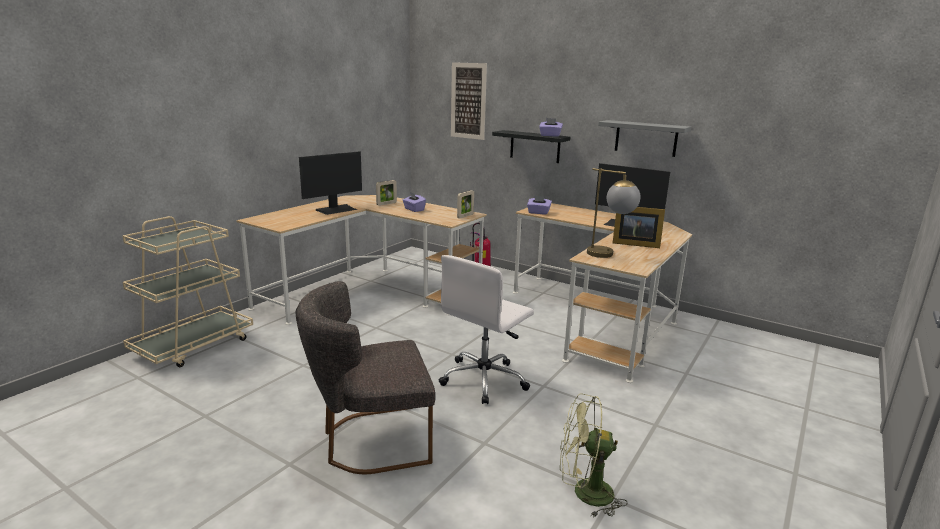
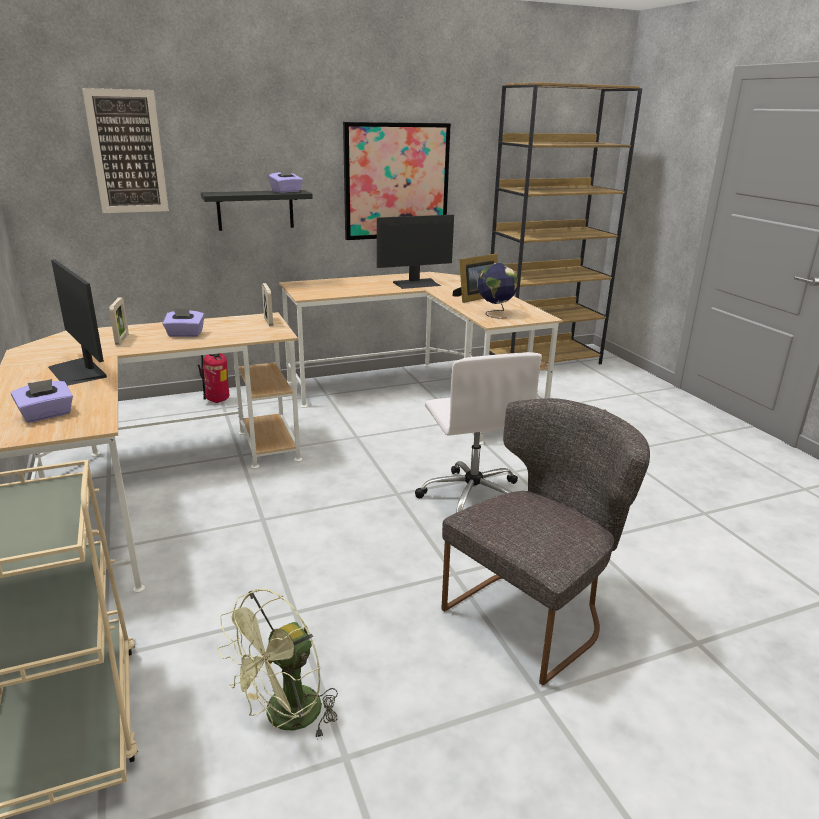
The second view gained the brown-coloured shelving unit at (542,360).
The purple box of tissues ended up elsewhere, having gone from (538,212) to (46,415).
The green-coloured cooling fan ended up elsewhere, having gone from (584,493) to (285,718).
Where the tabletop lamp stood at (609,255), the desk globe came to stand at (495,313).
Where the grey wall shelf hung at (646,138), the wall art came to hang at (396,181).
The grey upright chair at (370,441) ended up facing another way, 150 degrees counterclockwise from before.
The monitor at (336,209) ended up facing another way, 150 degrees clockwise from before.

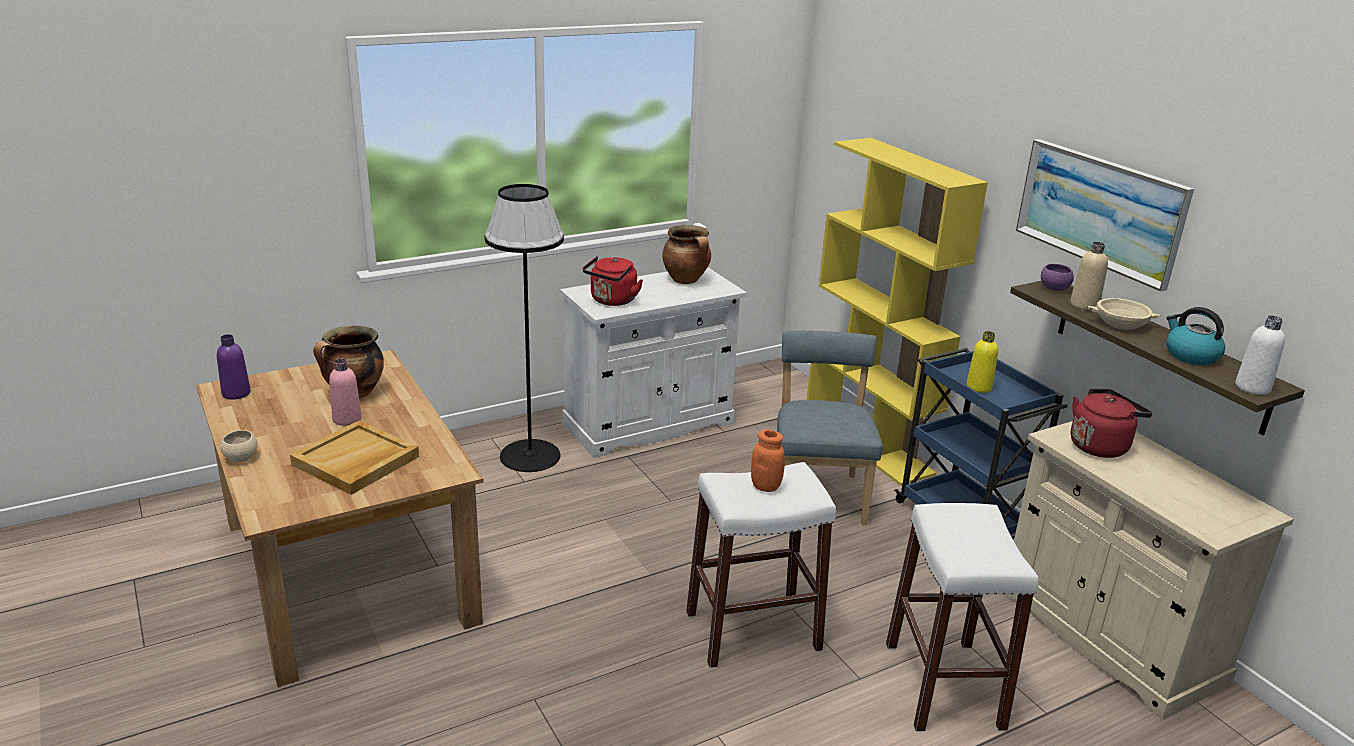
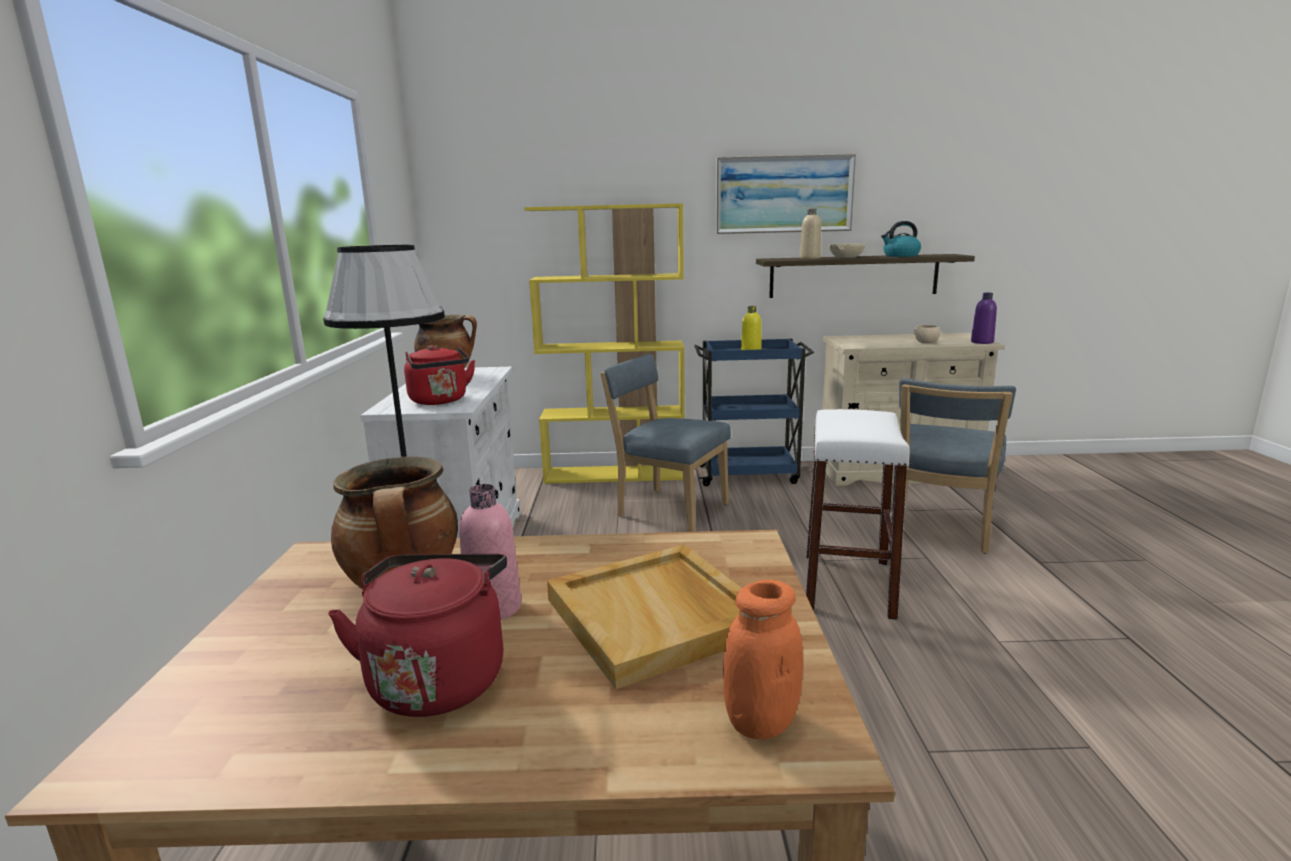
The second view lost the purple bowl at (1054,288).
The second view lost the whitish bottle at (1252,388).
The purple bottle ended up elsewhere, having gone from (236,393) to (982,342).
The beige-coloured bowl ended up elsewhere, having gone from (241,458) to (926,343).
The orangey preserve jar ended up elsewhere, having gone from (765,486) to (760,722).
The reddish tea kettle ended up elsewhere, having gone from (1100,446) to (439,677).
Where the whitish sitting stool stood at (943,684), the bluish upright chair came to stand at (940,530).

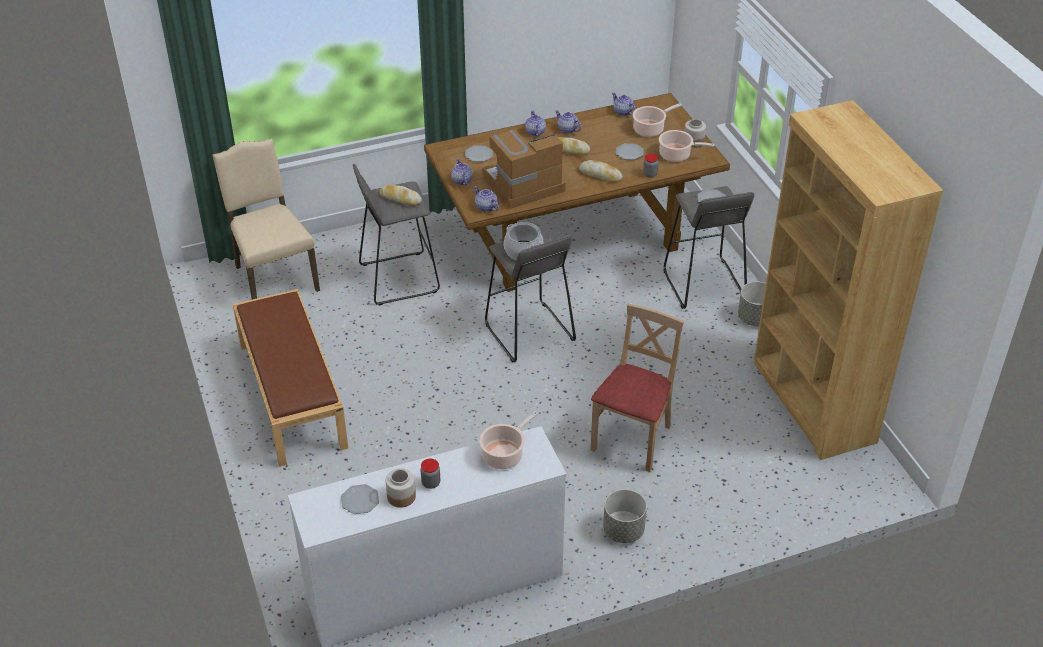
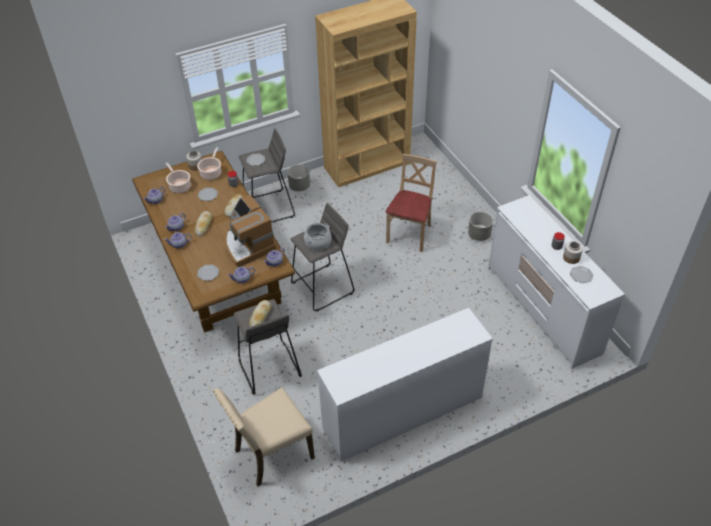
The second view lost the saucepot at (504,454).
Where the brown-coloured bench stood at (291,394), the whitish dresser came to stand at (402,413).
The beige-coloured upright chair at (633,439) ended up facing another way, 90 degrees clockwise from before.

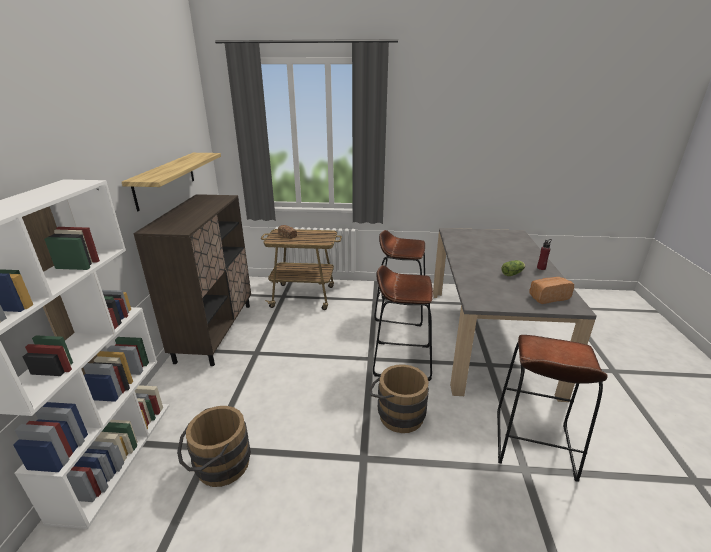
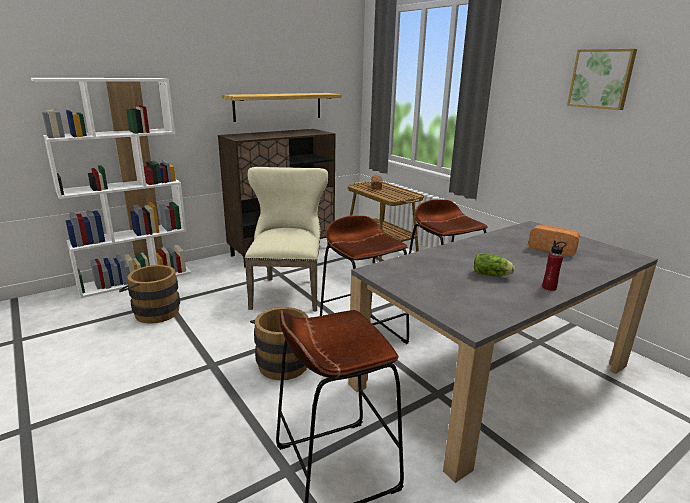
The second view gained the beige-coloured upright chair at (288,291).
The second view gained the wall art at (601,79).
The bakery bread ended up elsewhere, having gone from (547,297) to (552,249).

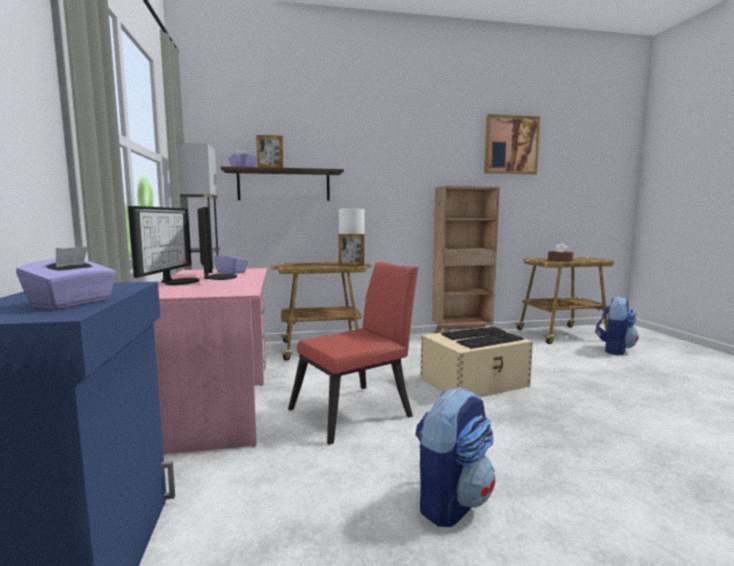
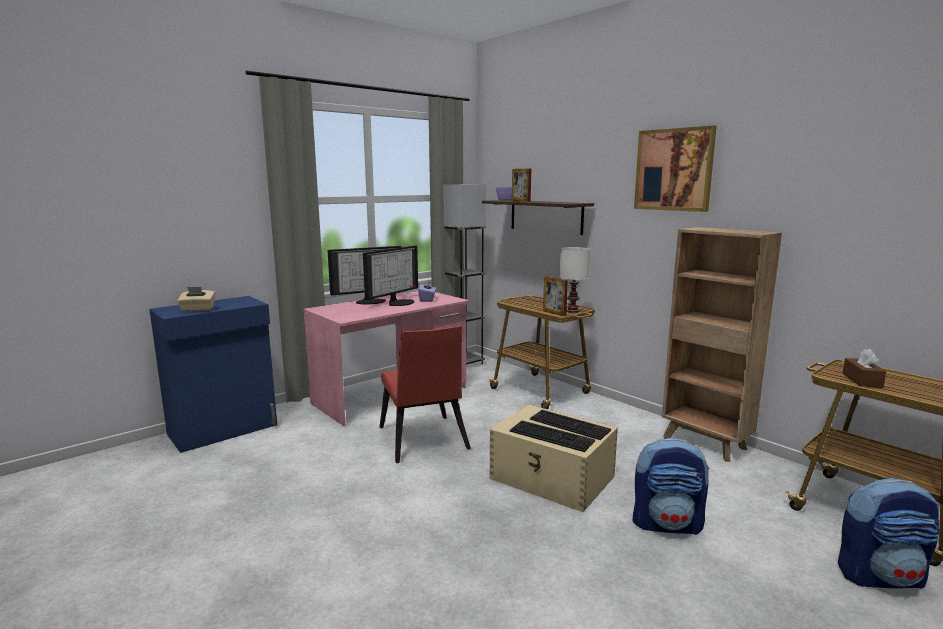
The knapsack ended up elsewhere, having gone from (452,501) to (667,524).
The wall art ended up elsewhere, having gone from (511,145) to (674,170).
What was the purple box of tissues at (73,303) turned into the beige-coloured box of tissues at (198,310).
The reddish upright chair at (357,411) ended up facing another way, 45 degrees clockwise from before.

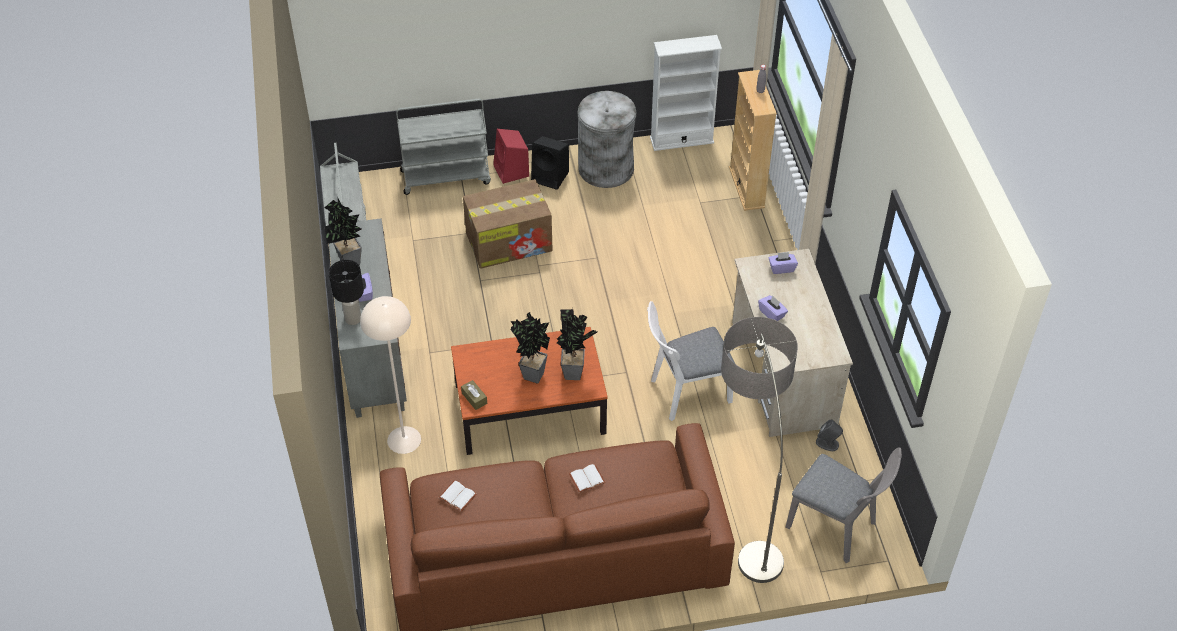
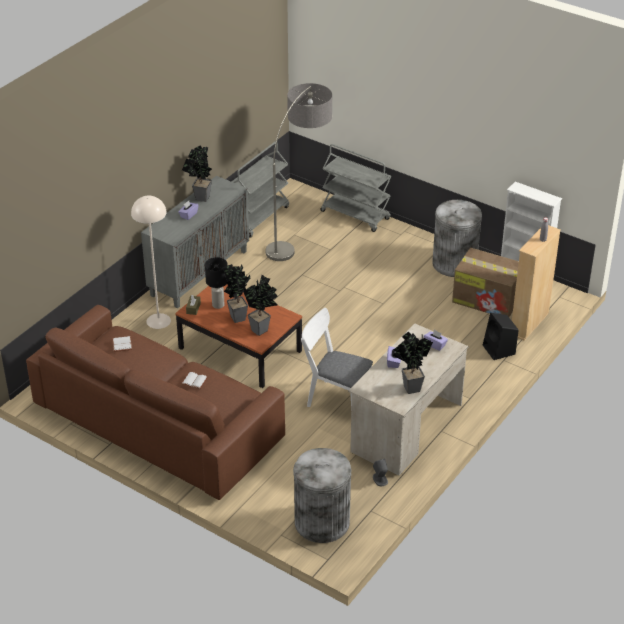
The second view lost the reddish loudspeaker at (512,171).
The second view gained the houseplant at (408,388).
The black tabletop lamp ended up elsewhere, having gone from (353,318) to (218,305).
The packing box ended up elsewhere, having gone from (510,241) to (488,299).
The black loudspeaker ended up elsewhere, having gone from (551,176) to (499,350).
The floor lamp ended up elsewhere, having gone from (746,517) to (300,235).
Where the grey upright chair stood at (836,528), the grey rubbish bin came to stand at (321,522).

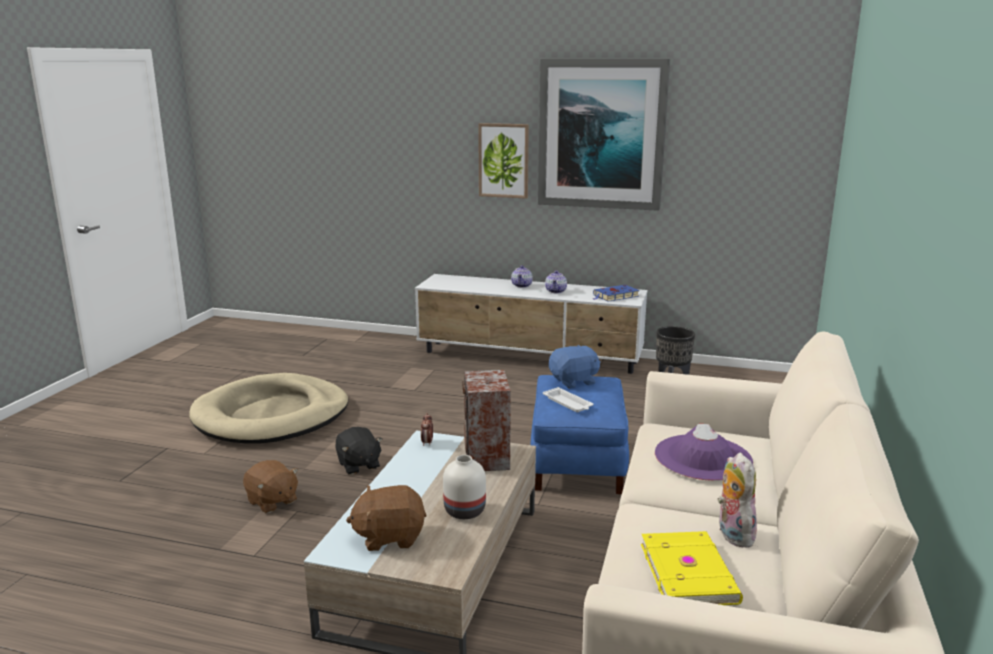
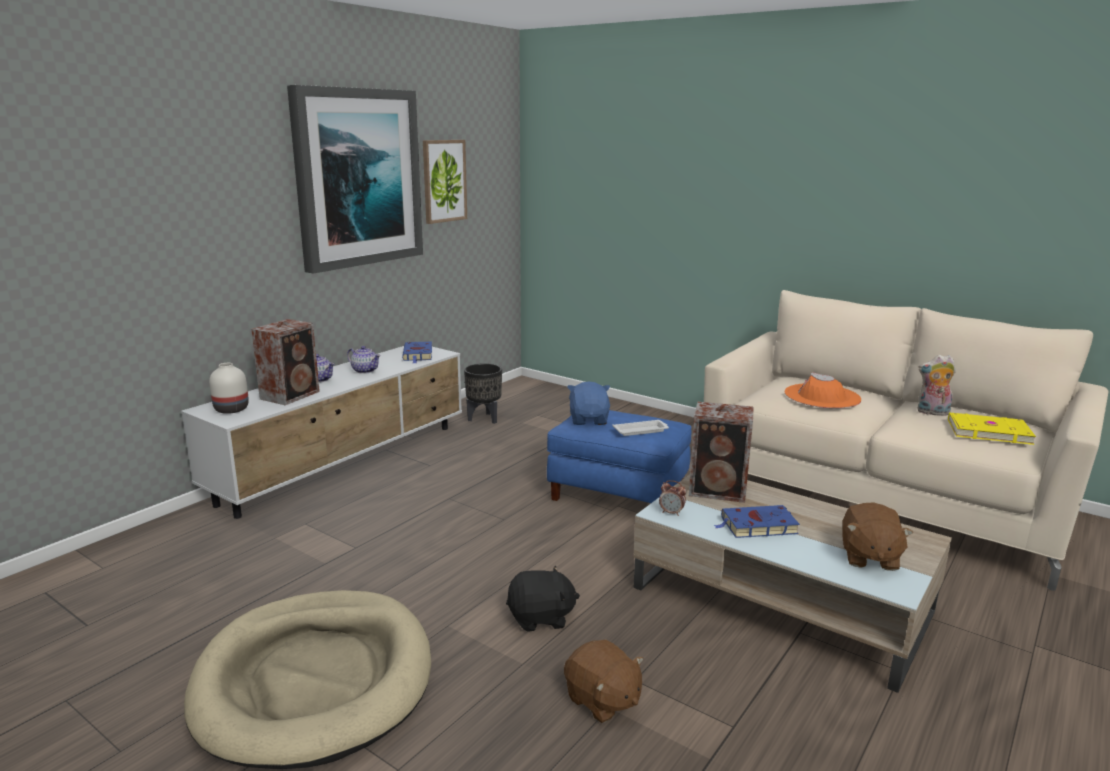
The second view gained the loudspeaker at (292,395).
The second view gained the bluish bound book at (756,526).
The whitish vase ended up elsewhere, having gone from (463,511) to (231,410).
The wall art ended up elsewhere, having gone from (503,160) to (444,181).
What was the purple clothing hat at (703,458) turned into the orangey clothing hat at (822,396).
The brown-coloured soft toy at (272,502) ended up facing another way, 75 degrees clockwise from before.

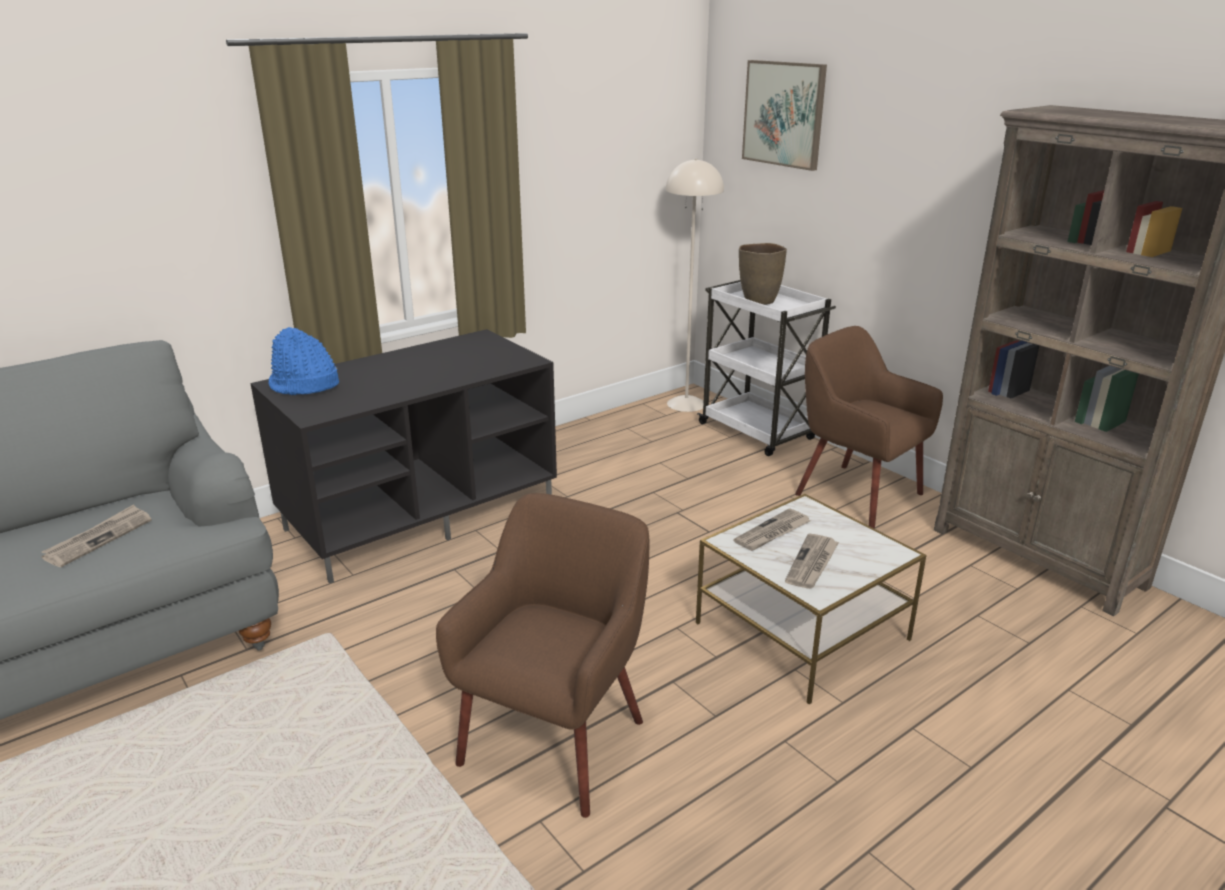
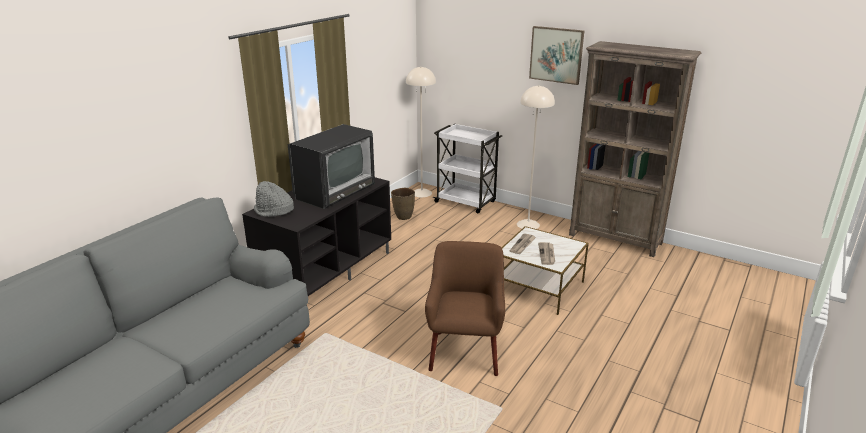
The second view lost the printed paper at (99,538).
The second view gained the TV at (334,190).
The brown-coloured vase ended up elsewhere, having gone from (758,301) to (403,217).
The wall art ended up elsewhere, having gone from (784,114) to (556,55).
Where the brown-coloured lounge chair stood at (856,494), the beige-coloured floor lamp came to stand at (528,224).
What was the bluish clothing hat at (304,385) turned into the grey clothing hat at (273,211).

